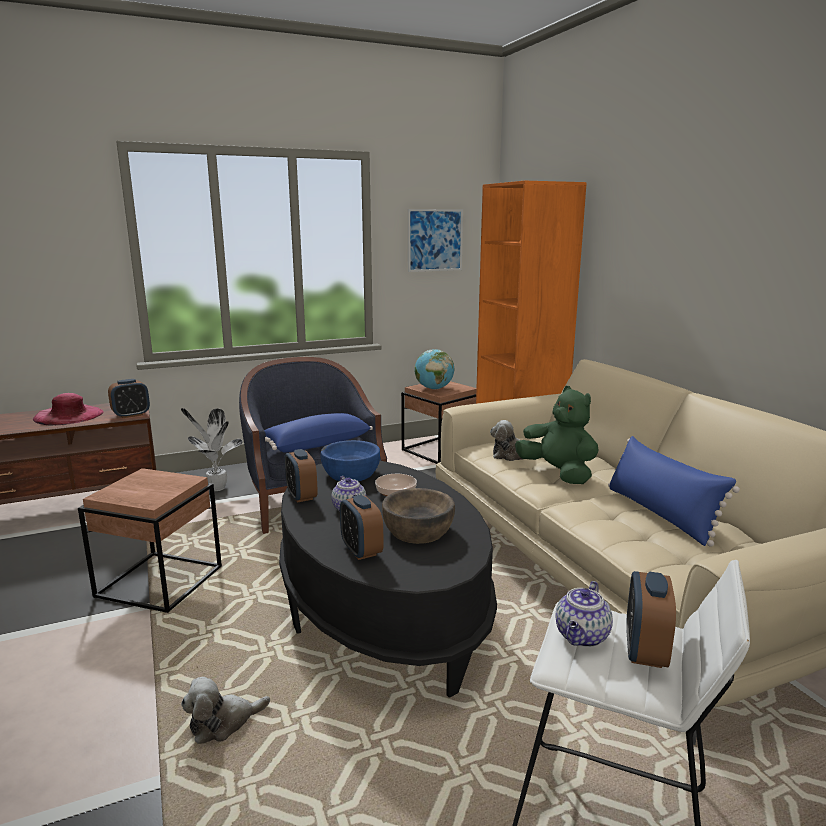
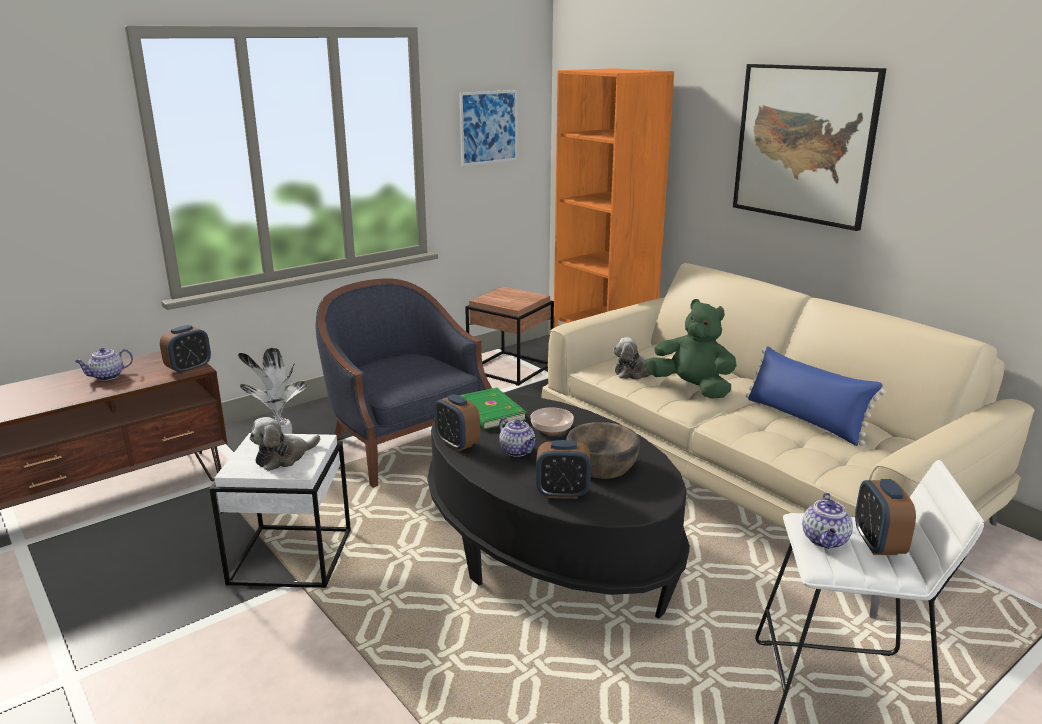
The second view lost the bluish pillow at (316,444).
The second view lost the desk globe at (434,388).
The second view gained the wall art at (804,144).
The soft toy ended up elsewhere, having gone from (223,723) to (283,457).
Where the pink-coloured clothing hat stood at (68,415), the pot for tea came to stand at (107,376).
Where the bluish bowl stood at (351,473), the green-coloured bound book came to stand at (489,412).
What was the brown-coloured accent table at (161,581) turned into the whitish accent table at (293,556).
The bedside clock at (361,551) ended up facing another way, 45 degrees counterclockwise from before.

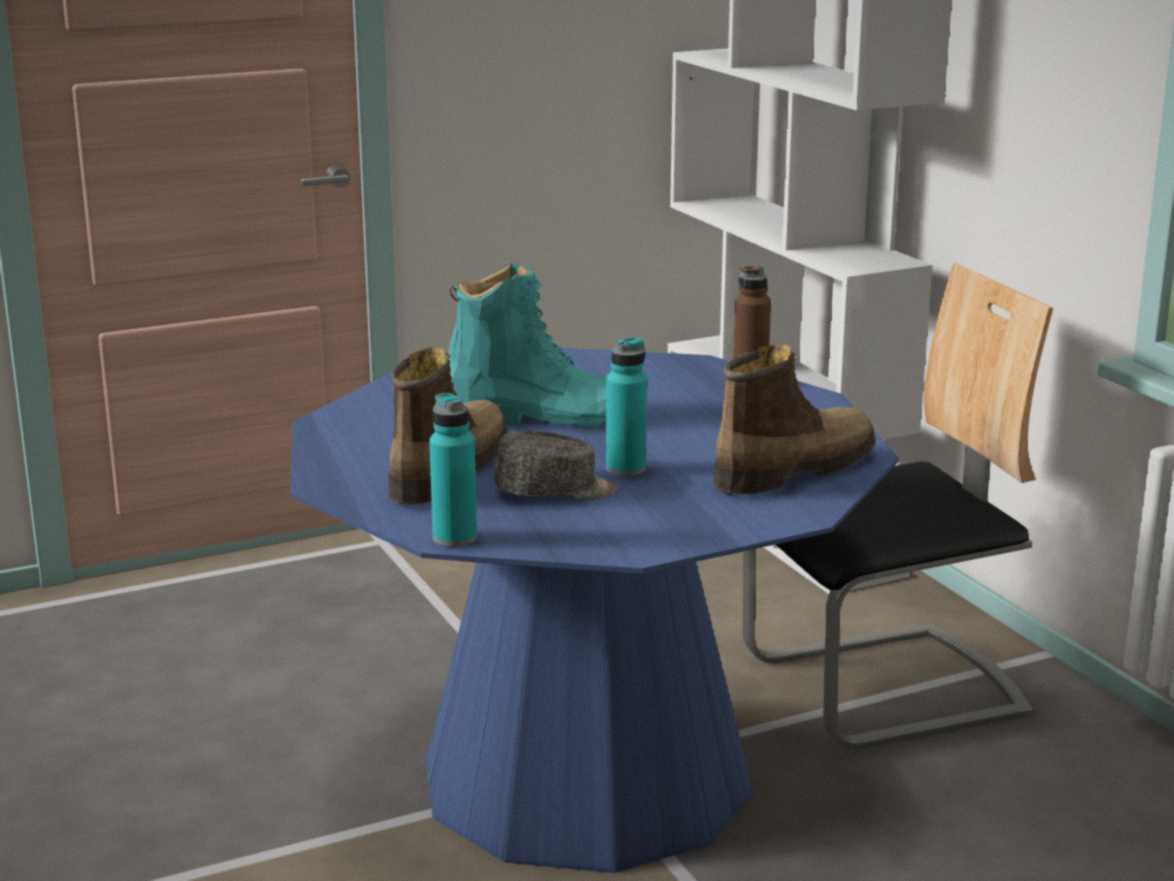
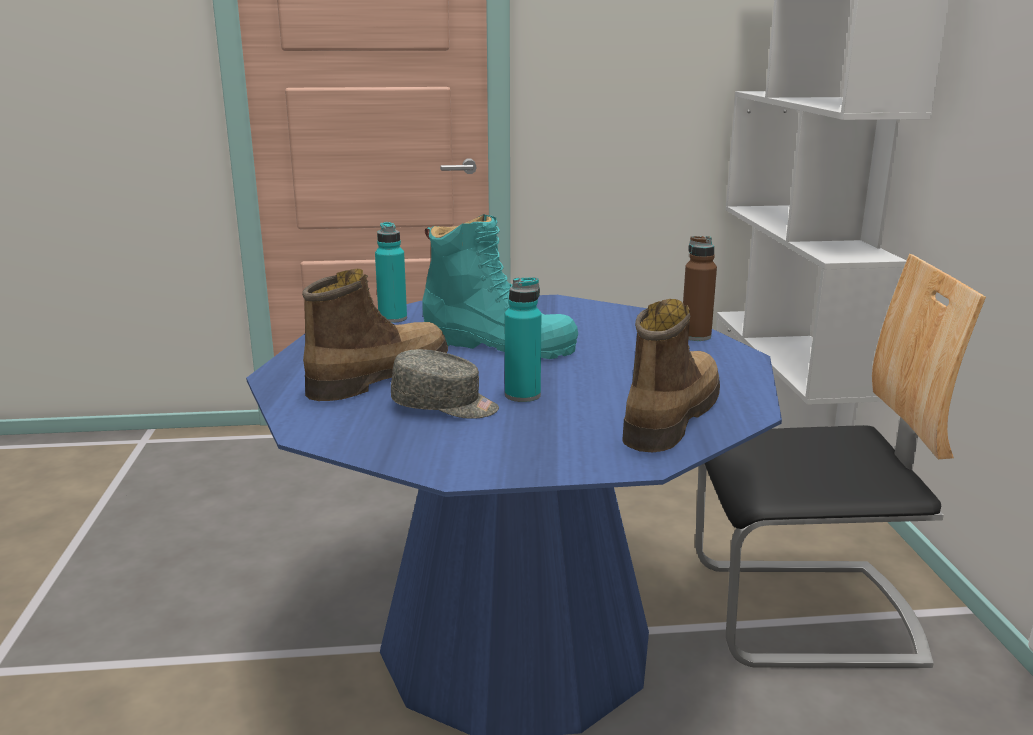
The turquoise bottle ended up elsewhere, having gone from (454,538) to (392,318).
The boot at (792,470) ended up facing another way, 45 degrees counterclockwise from before.

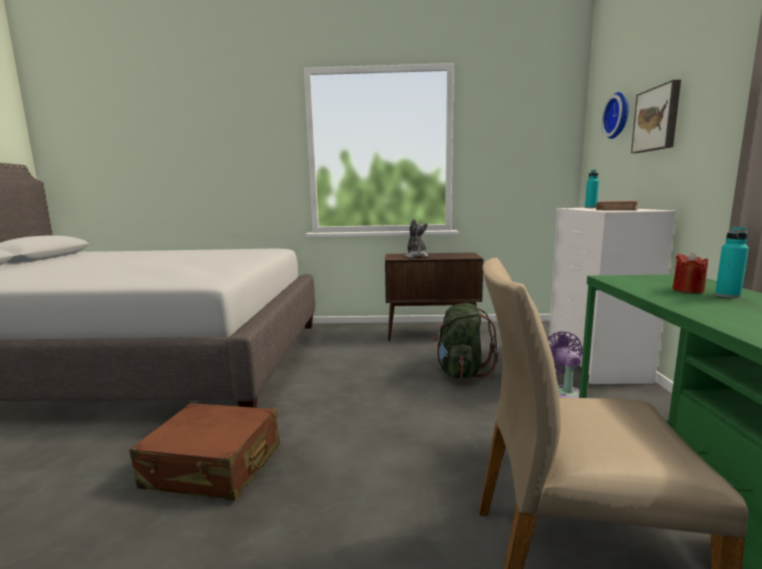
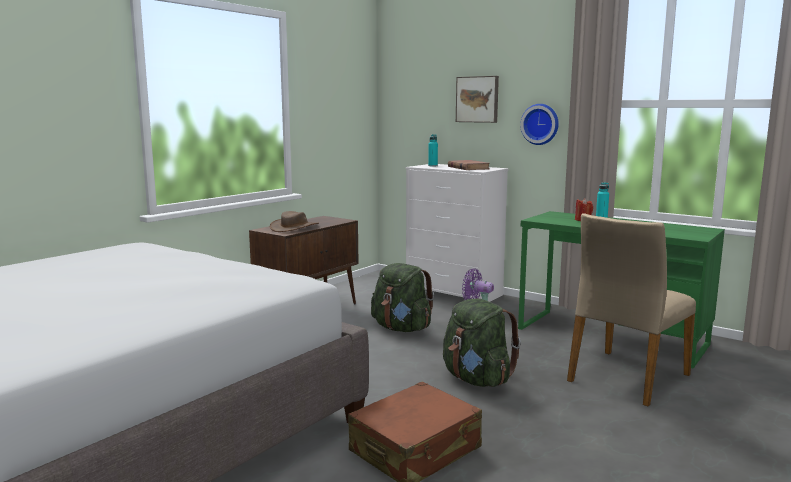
The second view gained the green-coloured knapsack at (477,379).
The hanging clock ended up elsewhere, having gone from (618,115) to (540,124).
Where the soft toy stood at (416,256), the brown-coloured clothing hat came to stand at (295,227).

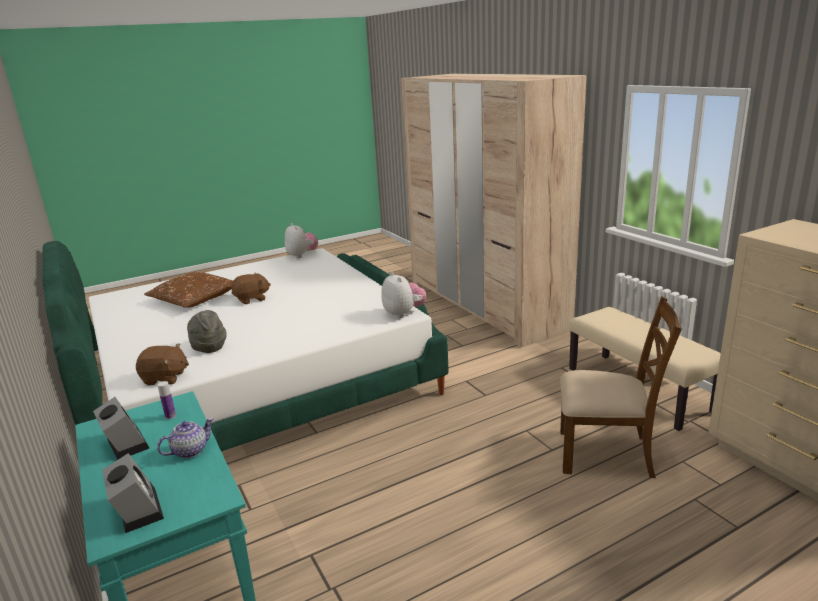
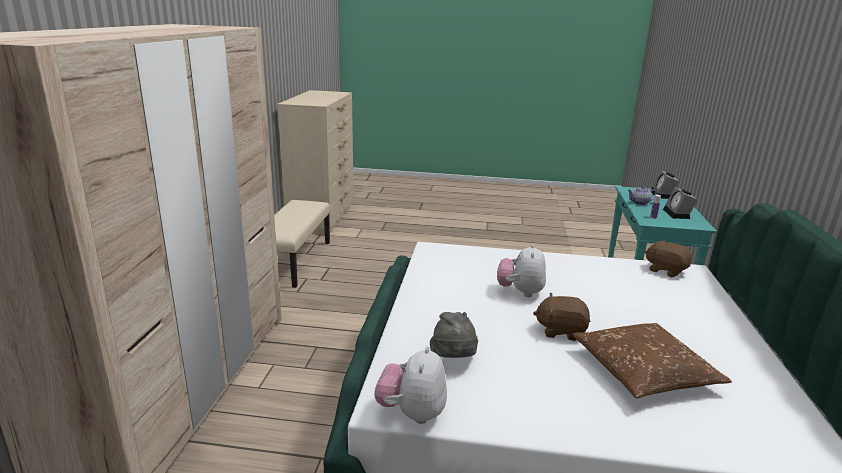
The second view lost the brown-coloured upright chair at (606,453).
The grey clothing hat ended up elsewhere, having gone from (208,347) to (453,360).
The soft toy ended up elsewhere, having gone from (404,313) to (520,292).

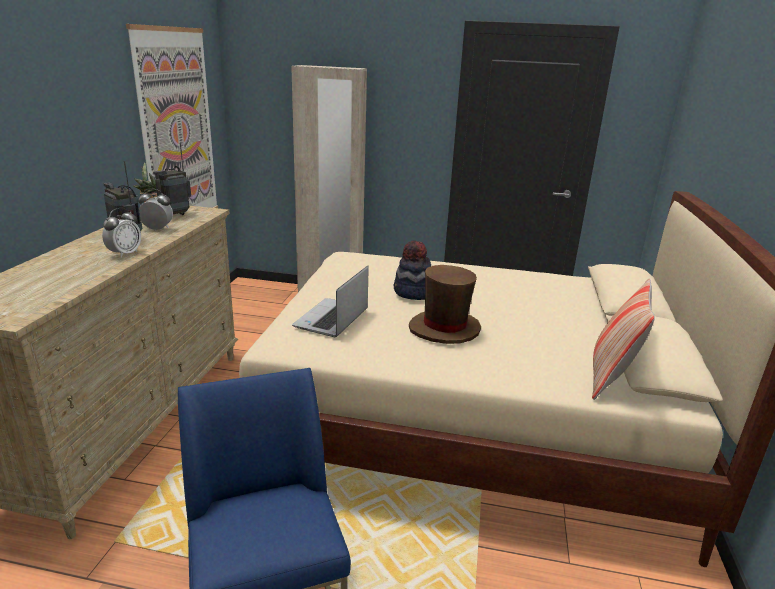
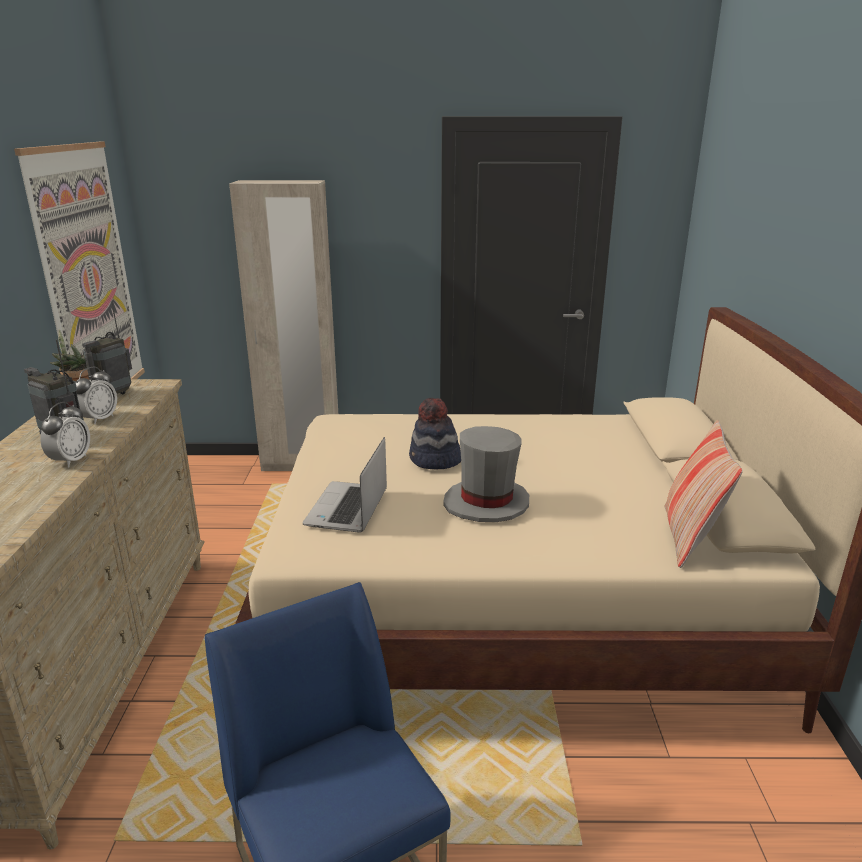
What was the brown-coloured clothing hat at (444,329) turned into the grey clothing hat at (486,503).
The bedside clock at (157,229) ended up facing another way, 120 degrees clockwise from before.

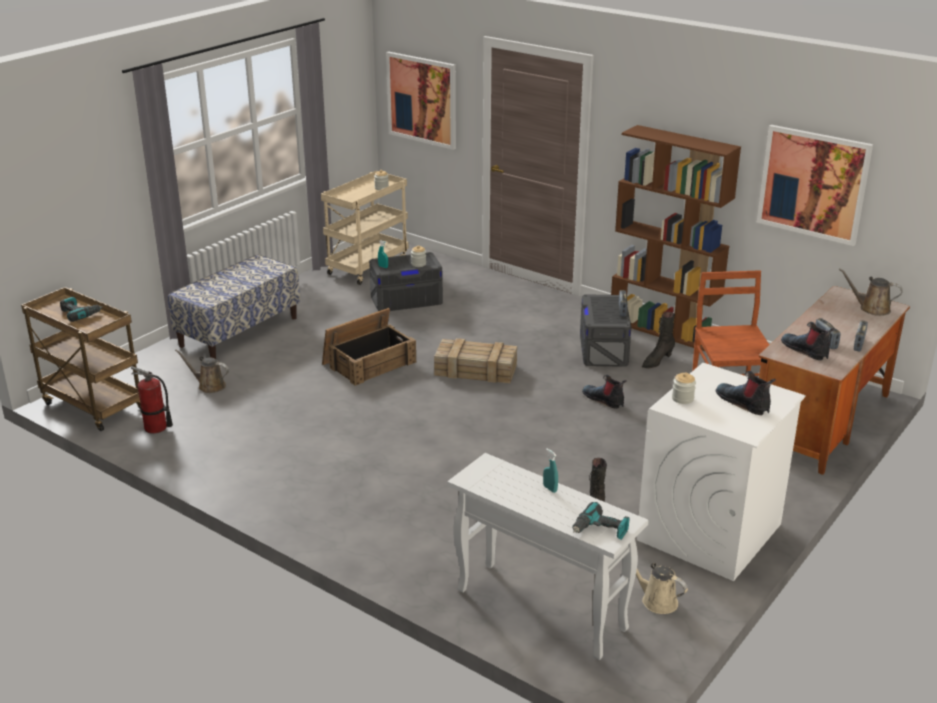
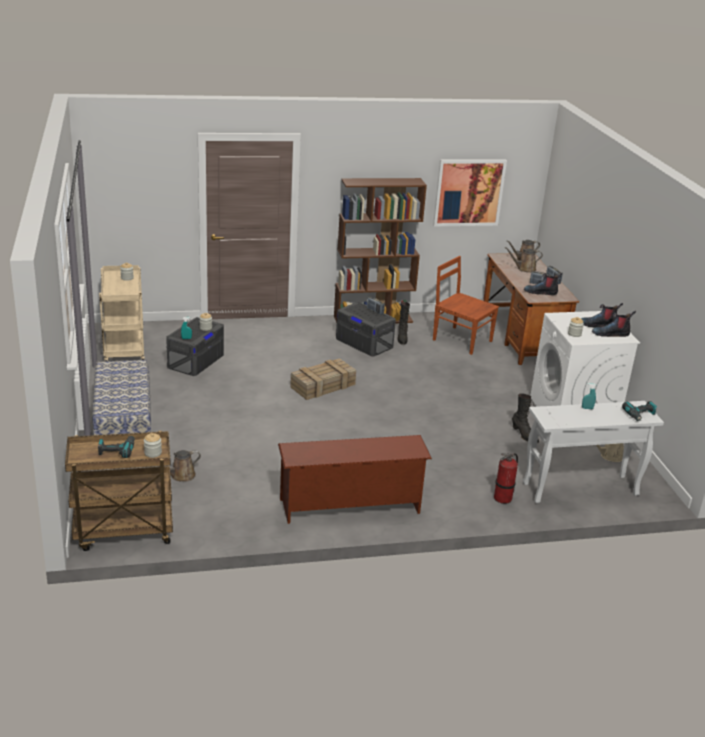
The second view lost the shipping crate at (369,362).
The second view lost the wall art at (422,100).
The second view gained the preserve jar at (153,453).
The second view gained the brown-coloured shoe shelf at (350,507).
The second view gained the brown-coloured sprinkling can at (524,269).
The fire-fighting cylinder ended up elsewhere, having gone from (155,428) to (503,498).
The boot ended up elsewhere, having gone from (604,400) to (611,334).

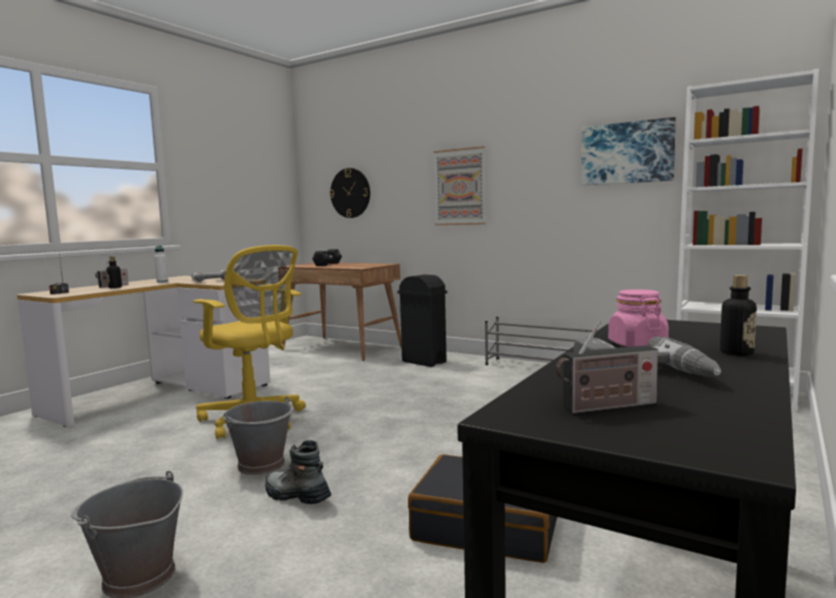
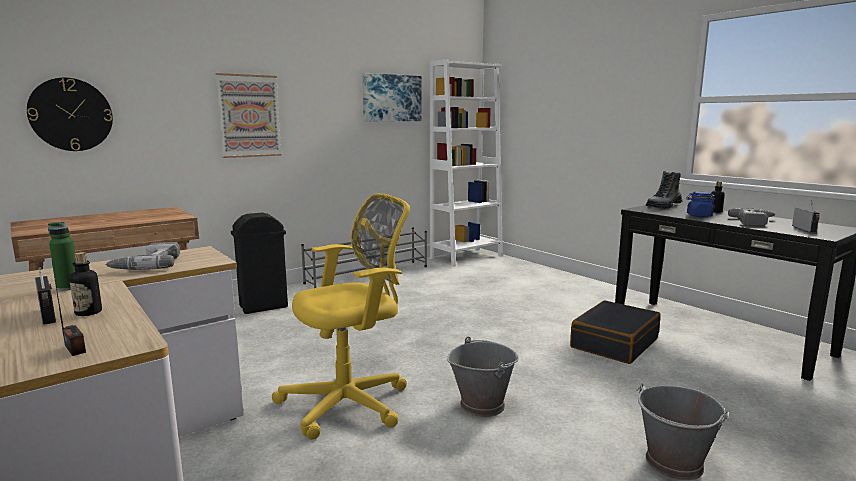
The second view lost the black hand weight at (327,264).
The boot ended up elsewhere, having gone from (296,496) to (664,206).
What was the whitish bottle at (162,281) turned into the green-coloured bottle at (68,287).
What was the pink-coloured preserve jar at (637,345) turned into the bluish preserve jar at (698,216).

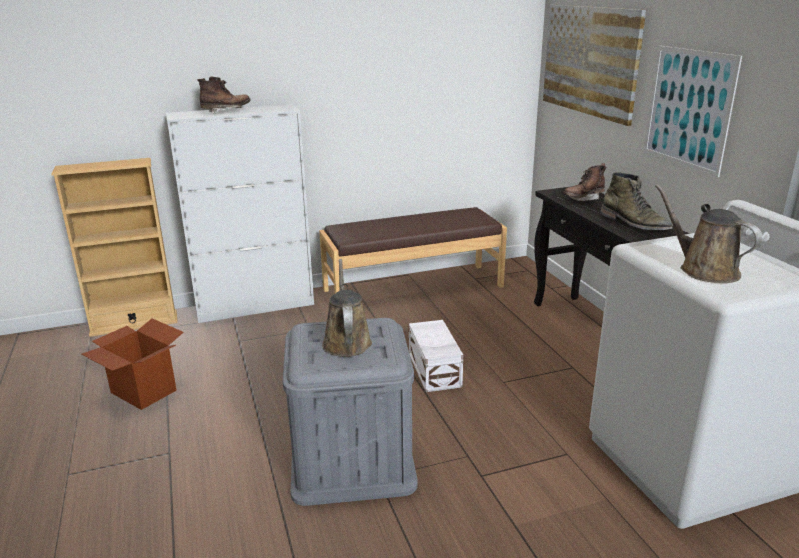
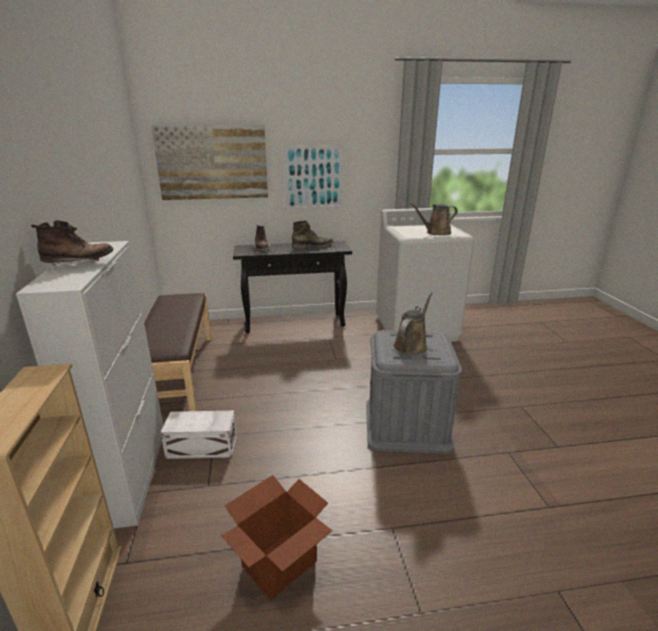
The whitish storage bin ended up elsewhere, having gone from (433,370) to (203,447).
The brown-coloured boot at (226,111) ended up facing another way, 90 degrees clockwise from before.
The brown-coloured sprinkling can at (346,341) ended up facing another way, 120 degrees clockwise from before.

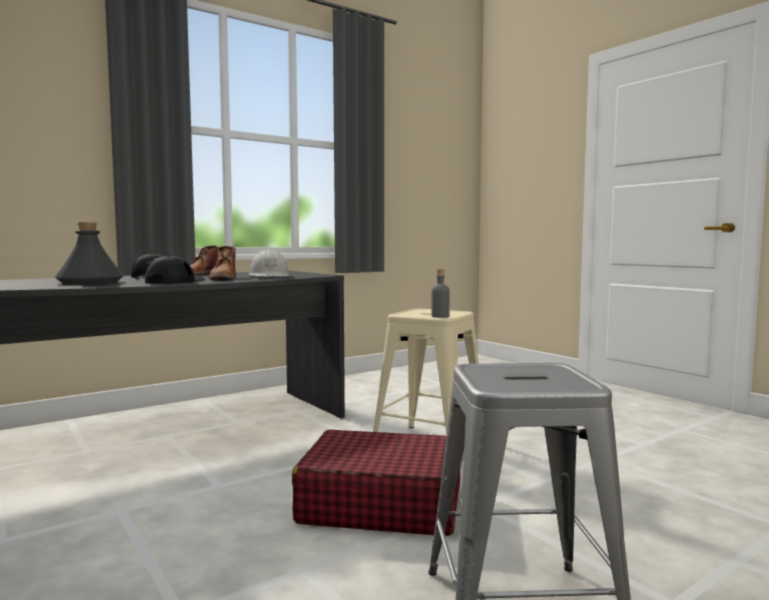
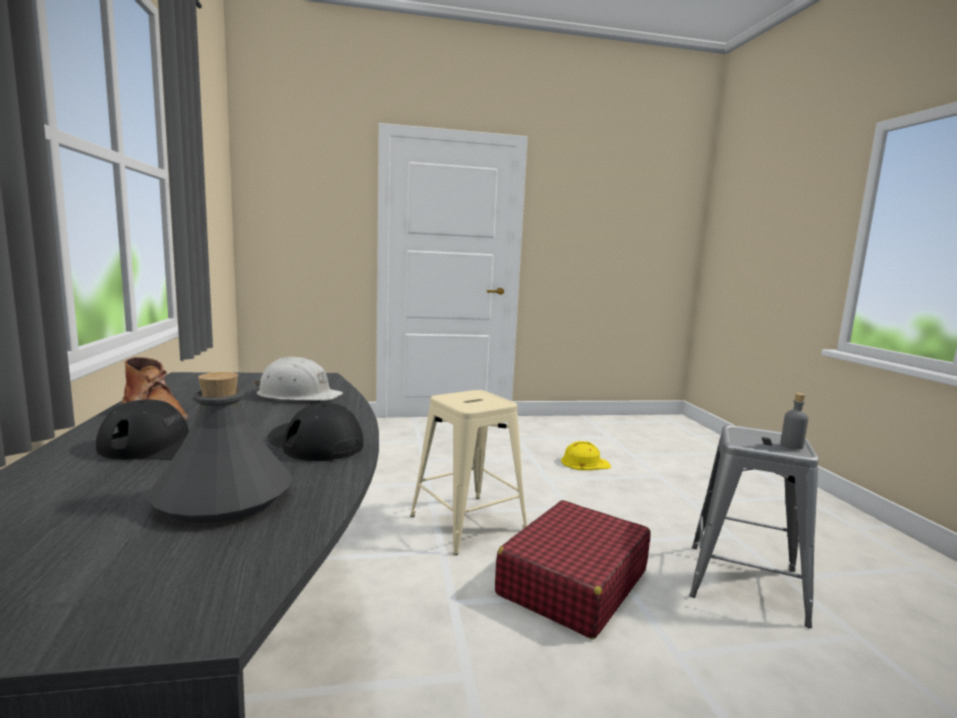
The second view lost the brown-coloured boot at (223,278).
The second view gained the yellow safety helmet at (584,463).
The grey bottle ended up elsewhere, having gone from (440,316) to (791,446).

